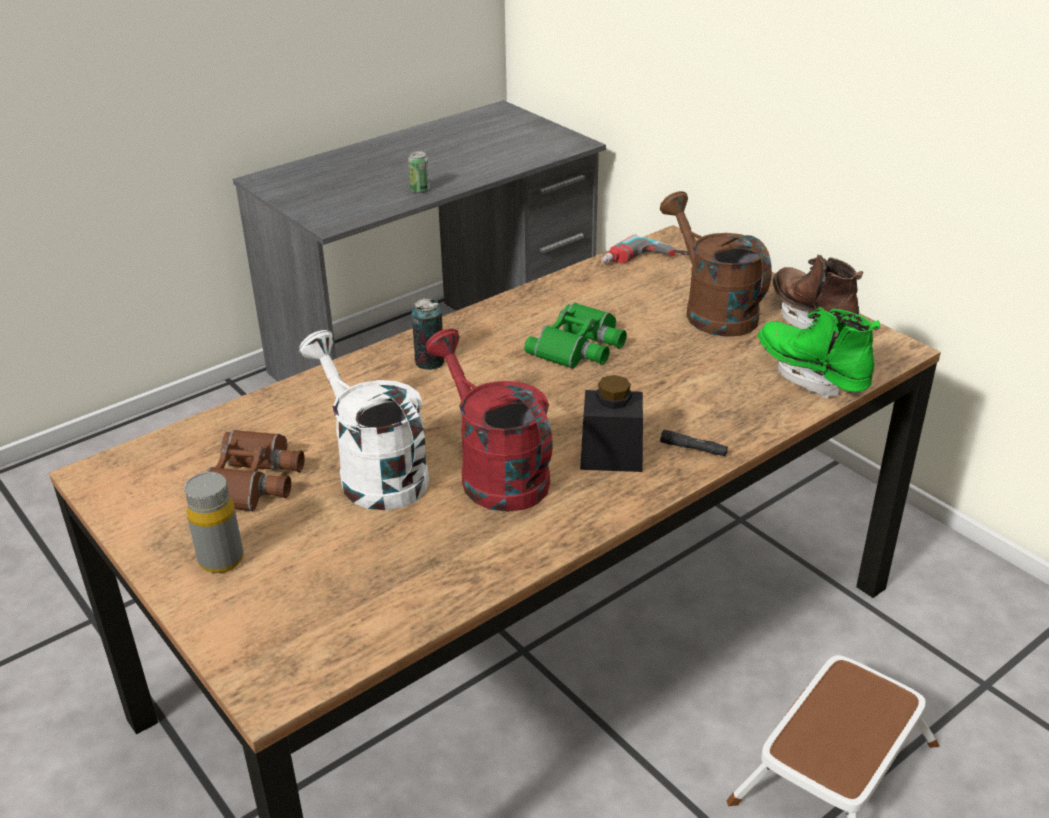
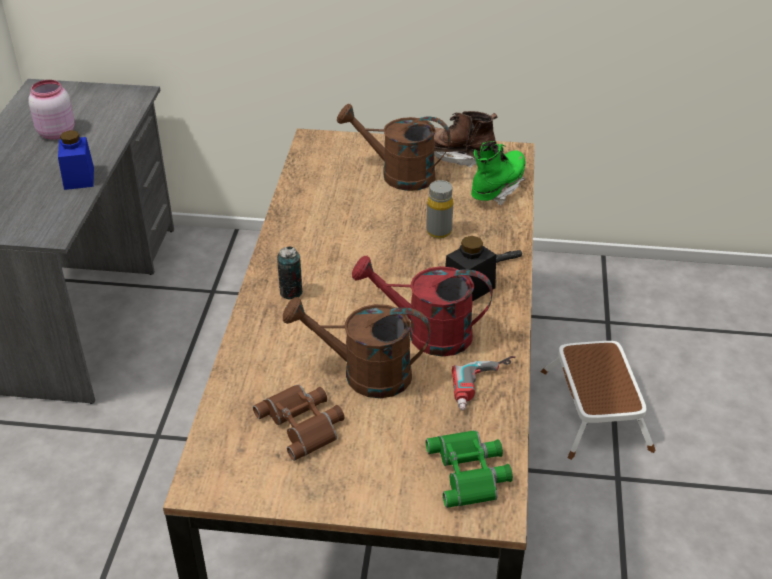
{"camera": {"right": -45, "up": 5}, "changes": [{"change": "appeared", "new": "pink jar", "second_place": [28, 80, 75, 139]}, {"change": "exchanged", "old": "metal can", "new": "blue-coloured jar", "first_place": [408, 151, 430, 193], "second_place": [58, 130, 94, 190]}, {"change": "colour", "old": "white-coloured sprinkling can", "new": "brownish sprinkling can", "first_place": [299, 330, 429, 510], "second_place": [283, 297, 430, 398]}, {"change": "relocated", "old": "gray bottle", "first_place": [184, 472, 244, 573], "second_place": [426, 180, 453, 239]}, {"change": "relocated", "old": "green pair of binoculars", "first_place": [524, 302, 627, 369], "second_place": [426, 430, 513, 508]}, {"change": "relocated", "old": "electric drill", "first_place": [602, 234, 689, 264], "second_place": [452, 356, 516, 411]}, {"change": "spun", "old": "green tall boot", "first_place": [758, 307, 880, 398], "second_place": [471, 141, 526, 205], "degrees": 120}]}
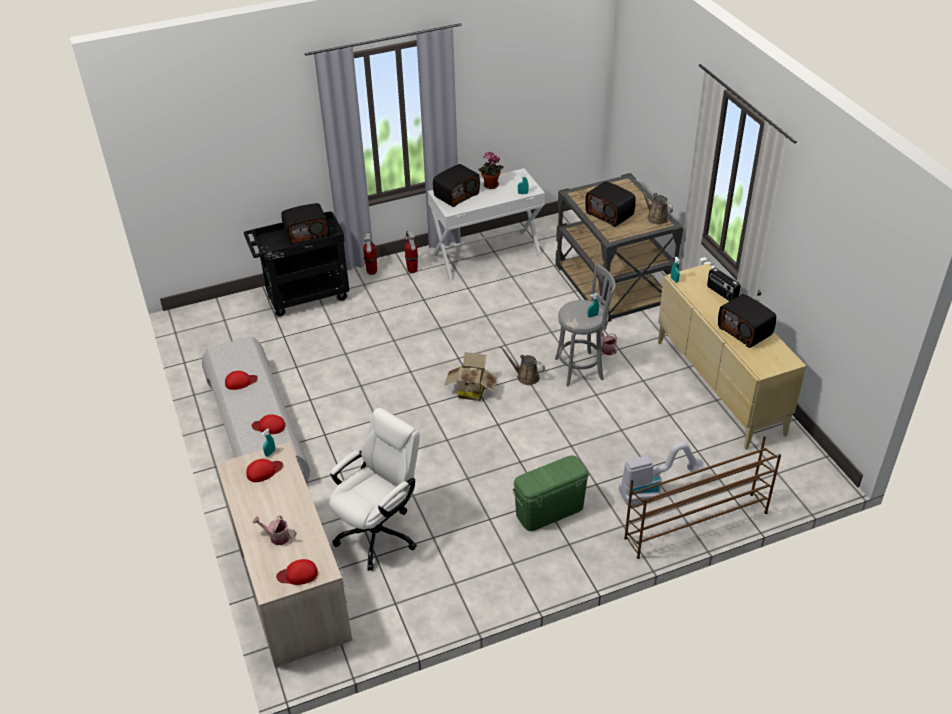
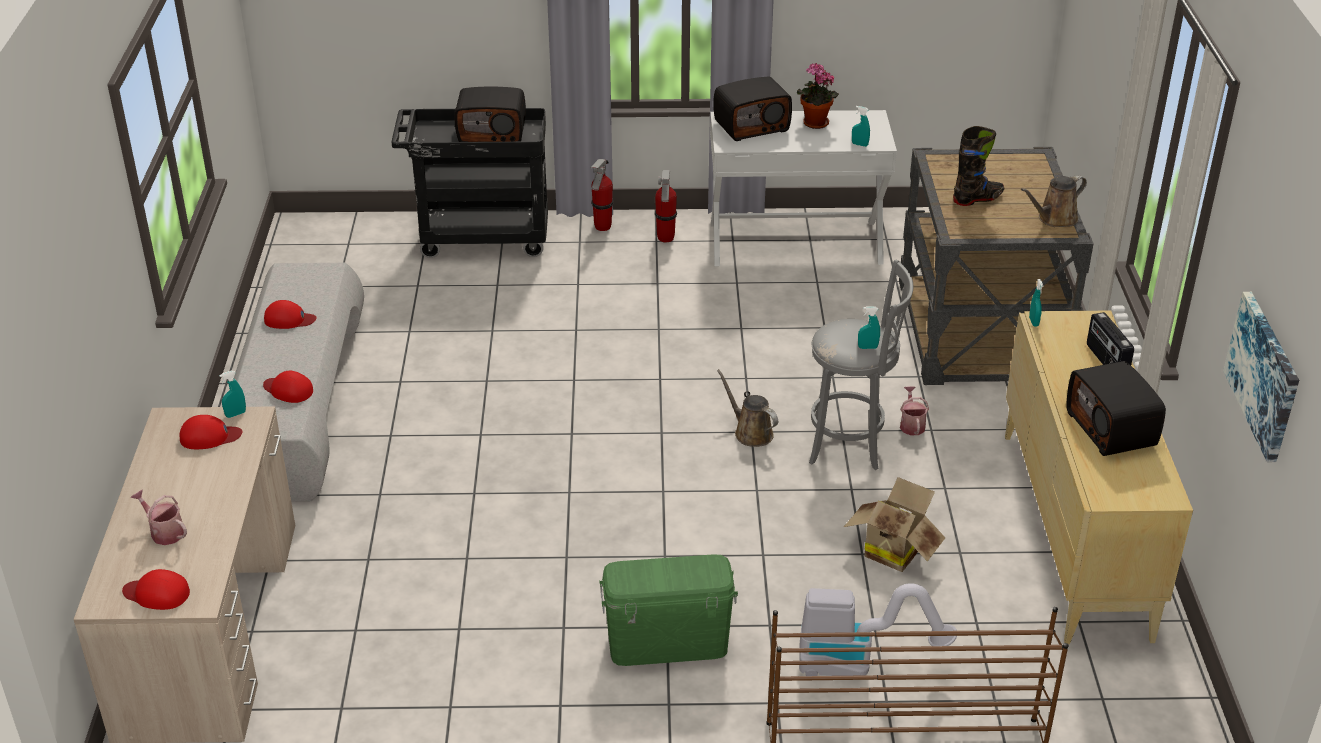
{"camera": {"right": 20, "up": -5}, "changes": [{"change": "relocated", "old": "cardboard box", "first_place": [444, 352, 498, 401], "second_place": [844, 477, 945, 572]}, {"change": "exchanged", "old": "radio receiver", "new": "black-coloured tall boot", "first_place": [585, 181, 636, 227], "second_place": [953, 126, 1004, 206]}, {"change": "spun", "old": "brownish sprinkling can", "first_place": [639, 181, 673, 224], "second_place": [1021, 175, 1087, 227], "degrees": -105}, {"change": "appeared", "new": "wall art", "second_place": [1223, 292, 1299, 462]}, {"change": "missing", "old": "white-coloured computer chair", "first_place": [329, 408, 420, 571]}]}
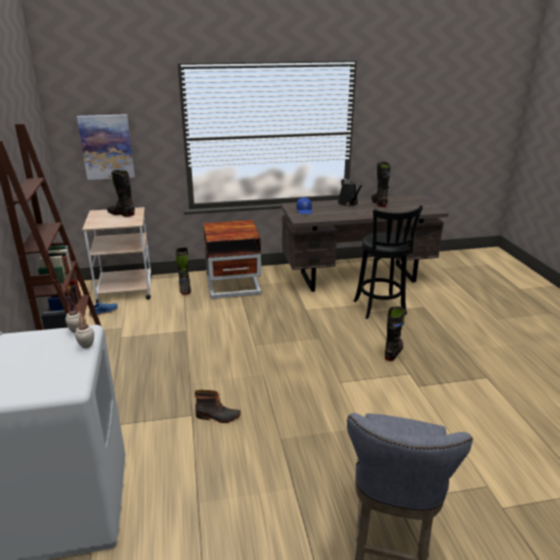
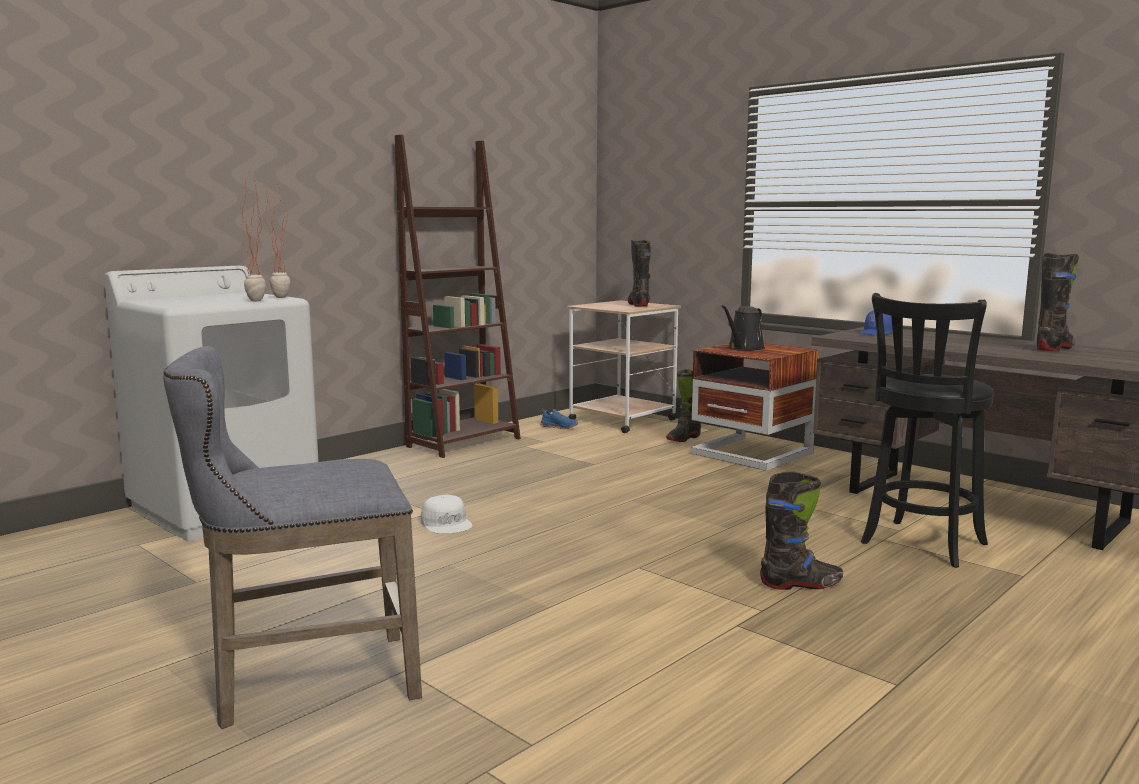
{"camera": {"right": 55, "up": -15}, "changes": [{"change": "exchanged", "old": "tall boot", "new": "white-coloured cap", "first_place": [195, 390, 241, 423], "second_place": [421, 495, 472, 534]}, {"change": "relocated", "old": "black-coloured sprinkling can", "first_place": [338, 179, 362, 206], "second_place": [721, 305, 765, 351]}, {"change": "missing", "old": "wall art", "first_place": [77, 114, 135, 180]}]}
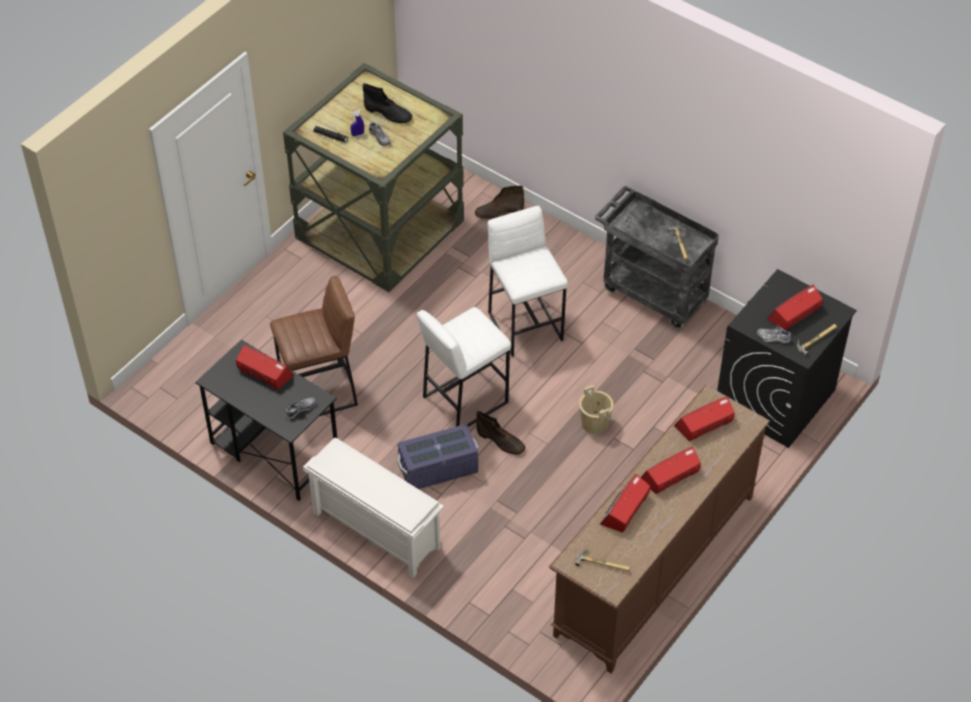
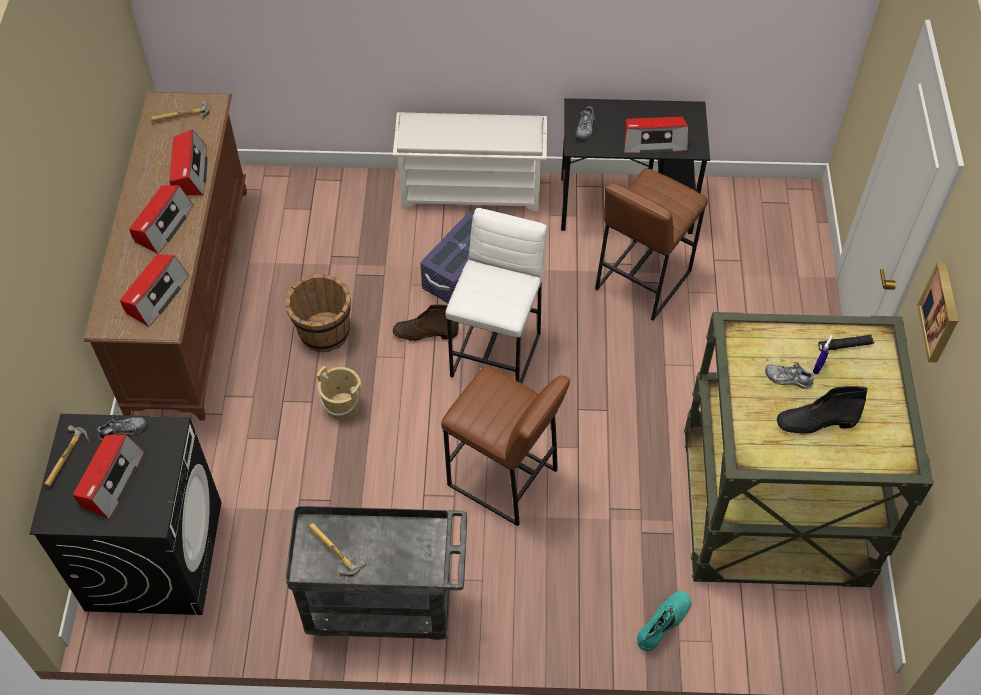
{"camera": {"right": 145, "up": 5}, "changes": [{"change": "appeared", "new": "brownish water bucket", "second_place": [285, 274, 351, 352]}, {"change": "colour", "old": "white-coloured sitting stool", "new": "brownish sitting stool", "first_place": [488, 206, 568, 357], "second_place": [441, 366, 570, 526]}, {"change": "colour", "old": "brownish tall boot", "new": "turquoise-coloured tall boot", "first_place": [475, 186, 524, 219], "second_place": [637, 591, 692, 651]}, {"change": "appeared", "new": "wall art", "second_place": [917, 262, 958, 362]}]}
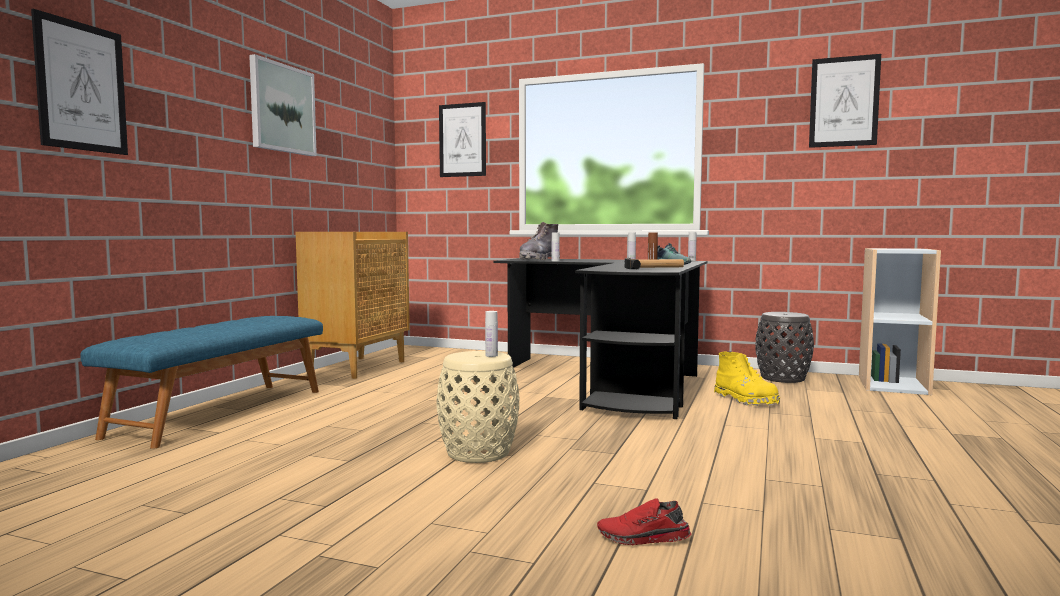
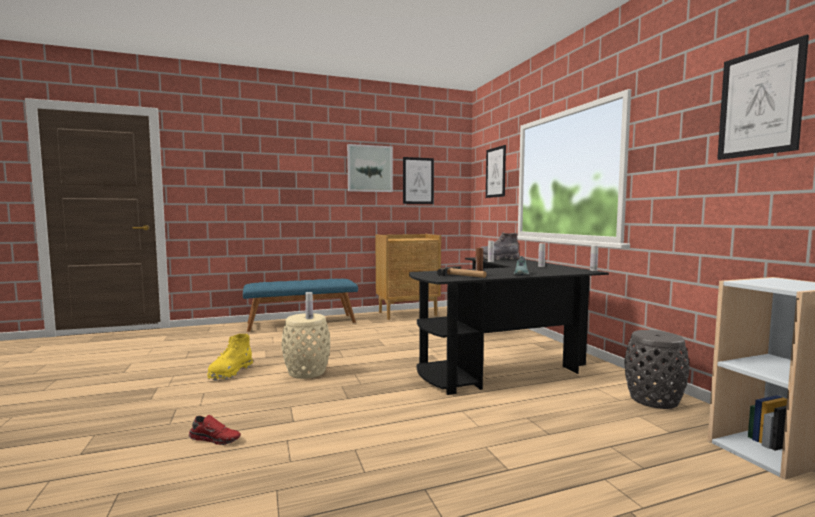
{"camera": {"right": 50, "up": 0}, "changes": [{"change": "spun", "old": "red-coloured low shoe", "first_place": [597, 498, 691, 545], "second_place": [189, 415, 241, 445], "degrees": 135}, {"change": "relocated", "old": "yellow-coloured tall boot", "first_place": [714, 351, 780, 406], "second_place": [207, 334, 253, 381]}, {"change": "relocated", "old": "wall art", "first_place": [31, 9, 128, 155], "second_place": [403, 157, 434, 204]}]}
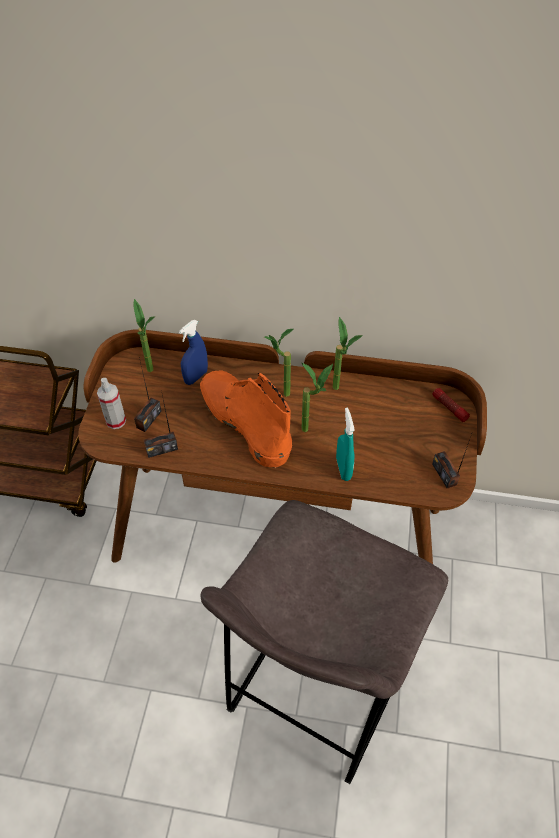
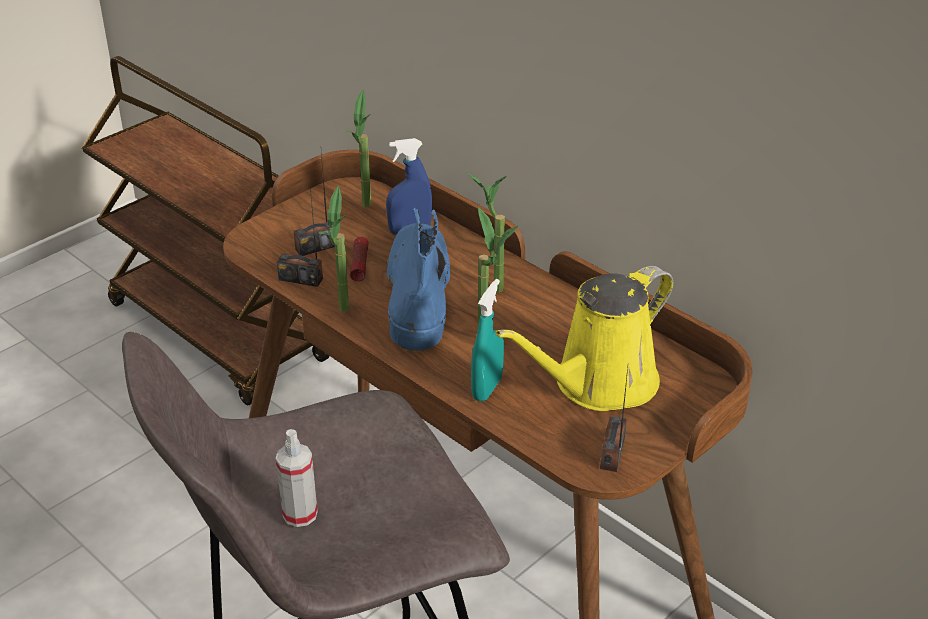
{"camera": {"right": 35, "up": -15}, "changes": [{"change": "relocated", "old": "hand sprayer", "first_place": [97, 378, 126, 429], "second_place": [276, 429, 318, 527]}, {"change": "relocated", "old": "potted plant", "first_place": [333, 317, 363, 390], "second_place": [319, 185, 349, 312]}, {"change": "relocated", "old": "flashlight", "first_place": [433, 388, 470, 422], "second_place": [350, 237, 368, 281]}, {"change": "colour", "old": "orangey tall boot", "new": "blue-coloured tall boot", "first_place": [200, 370, 292, 468], "second_place": [386, 208, 450, 351]}, {"change": "appeared", "new": "yellow-coloured sprinkling can", "second_place": [495, 266, 674, 411]}]}
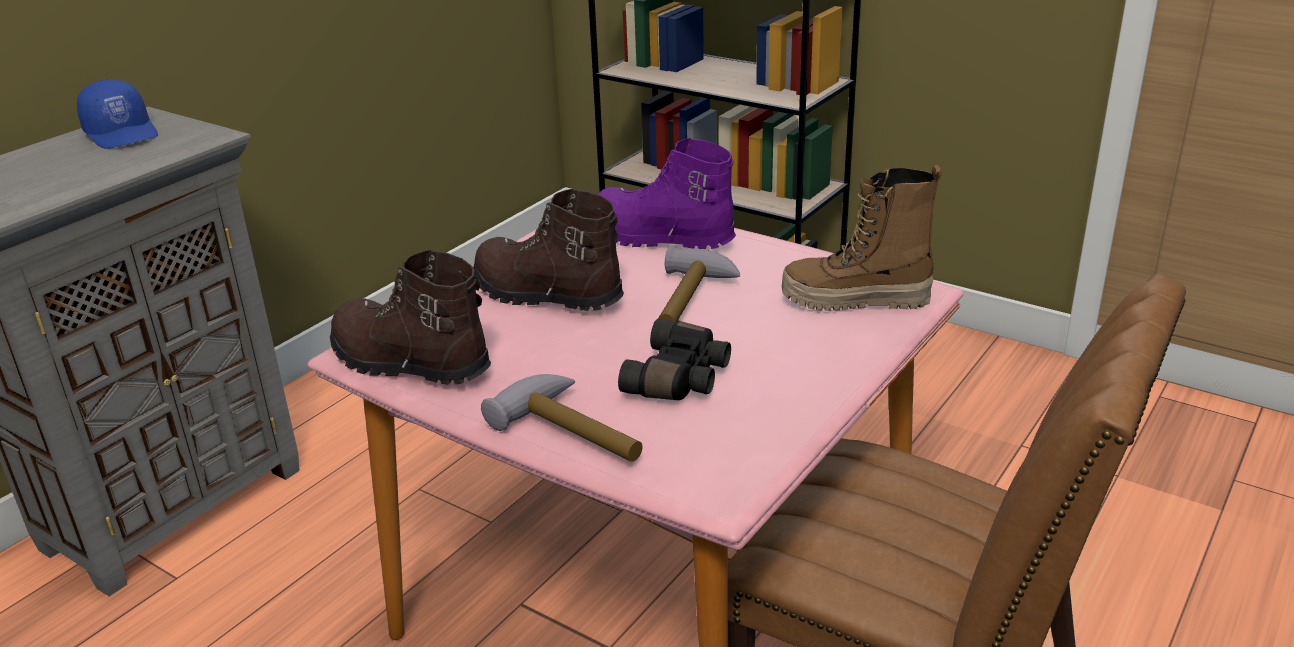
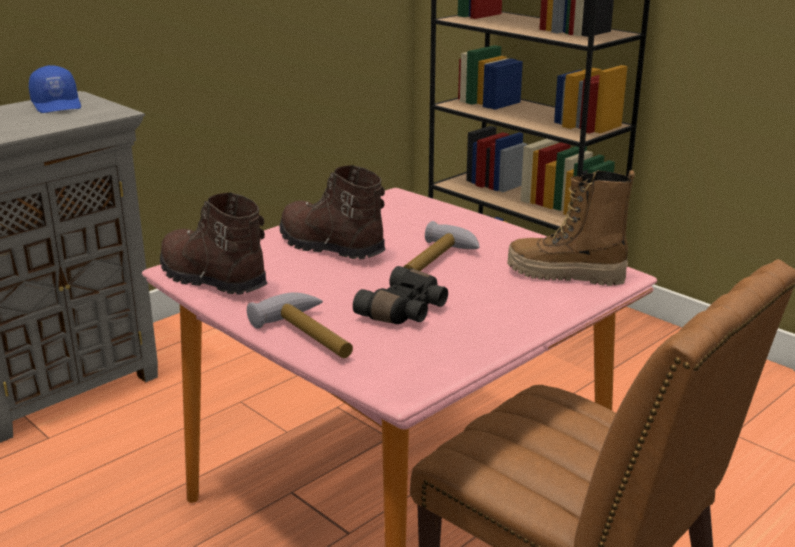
{"camera": {"right": 10, "up": -5}, "changes": [{"change": "missing", "old": "purple-coloured tall boot", "first_place": [598, 138, 736, 249]}]}
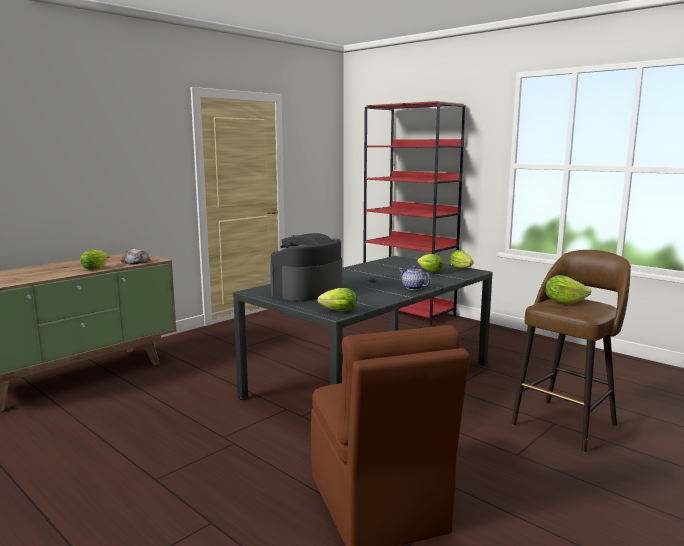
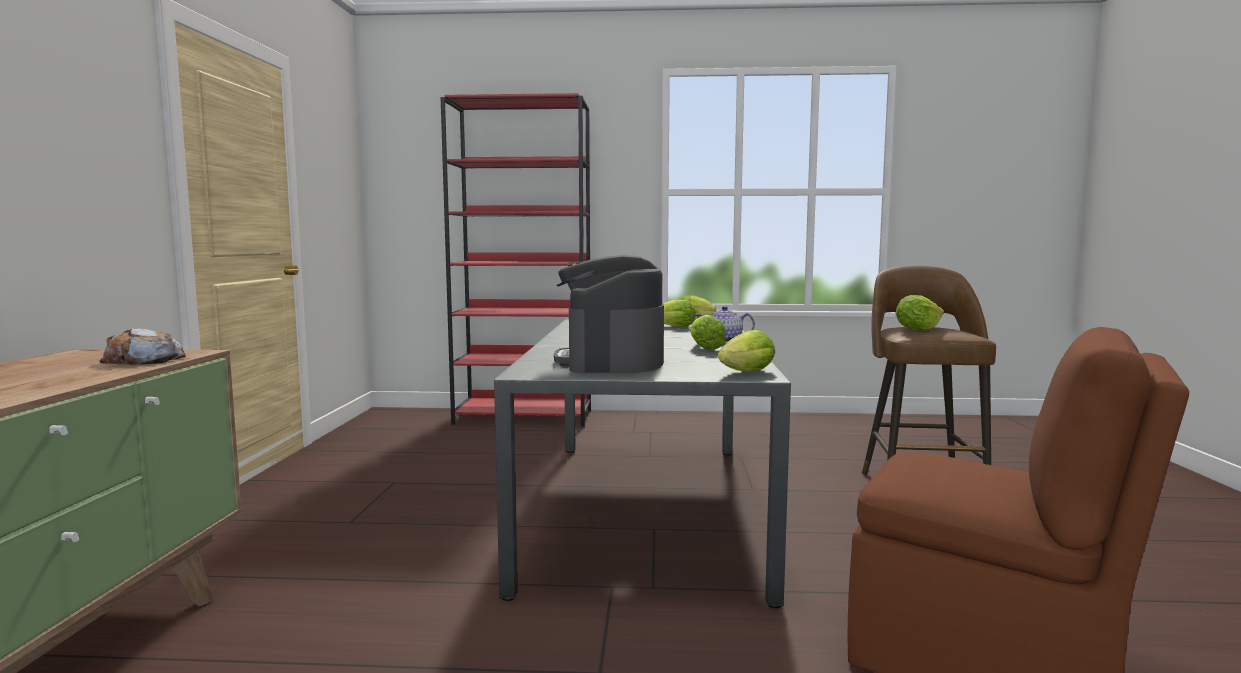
{"camera": {"right": -40, "up": -5}, "changes": [{"change": "relocated", "old": "lettuce", "first_place": [80, 250, 109, 270], "second_place": [690, 315, 726, 350]}]}
